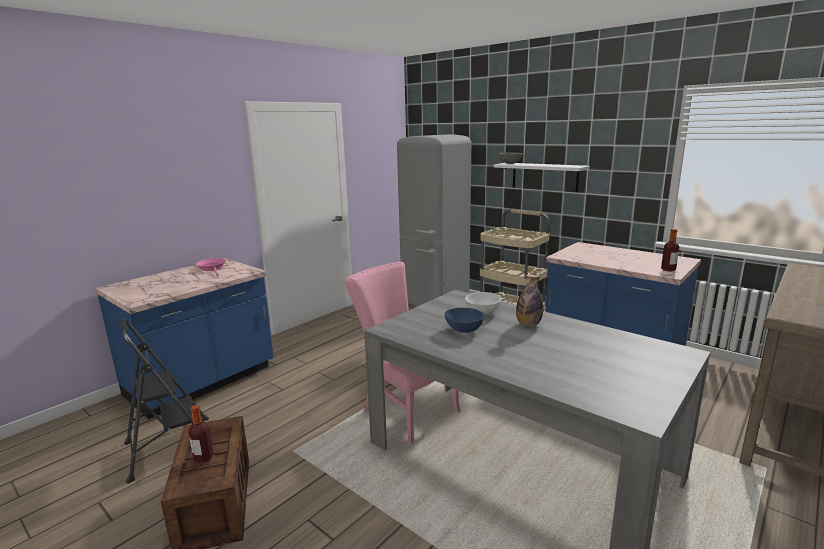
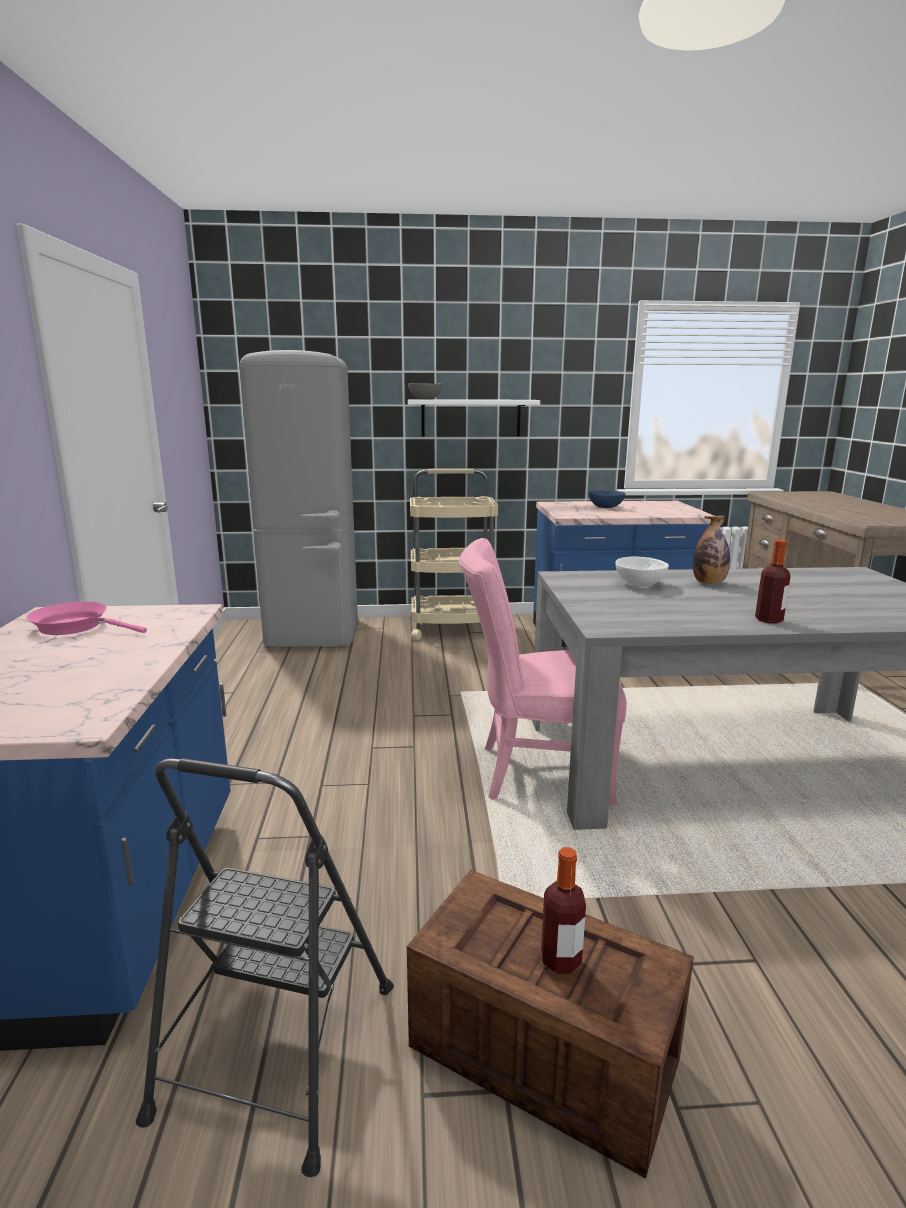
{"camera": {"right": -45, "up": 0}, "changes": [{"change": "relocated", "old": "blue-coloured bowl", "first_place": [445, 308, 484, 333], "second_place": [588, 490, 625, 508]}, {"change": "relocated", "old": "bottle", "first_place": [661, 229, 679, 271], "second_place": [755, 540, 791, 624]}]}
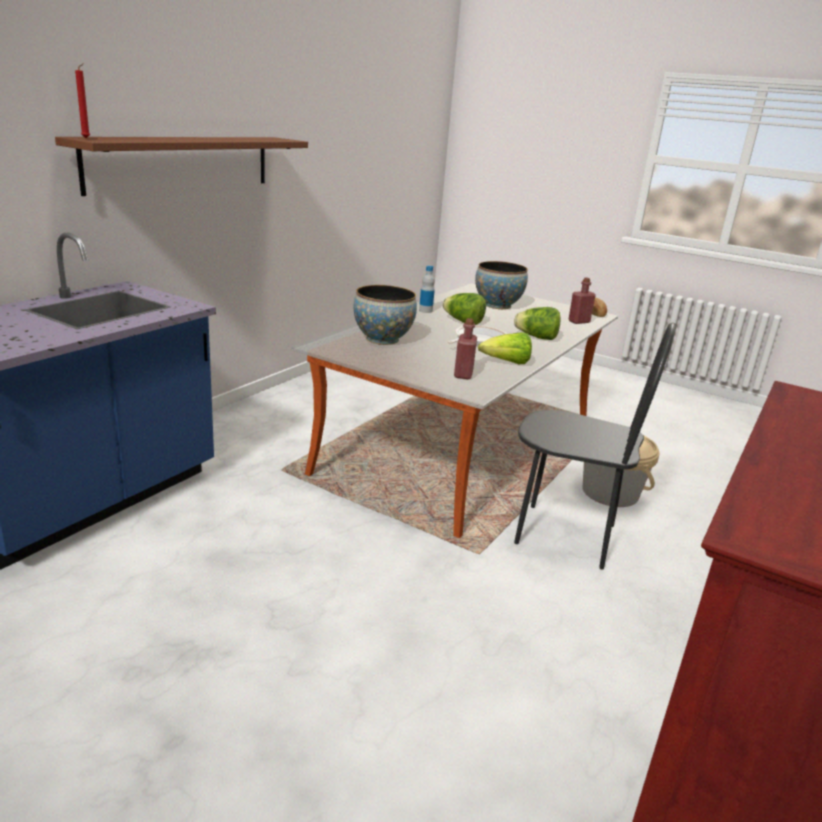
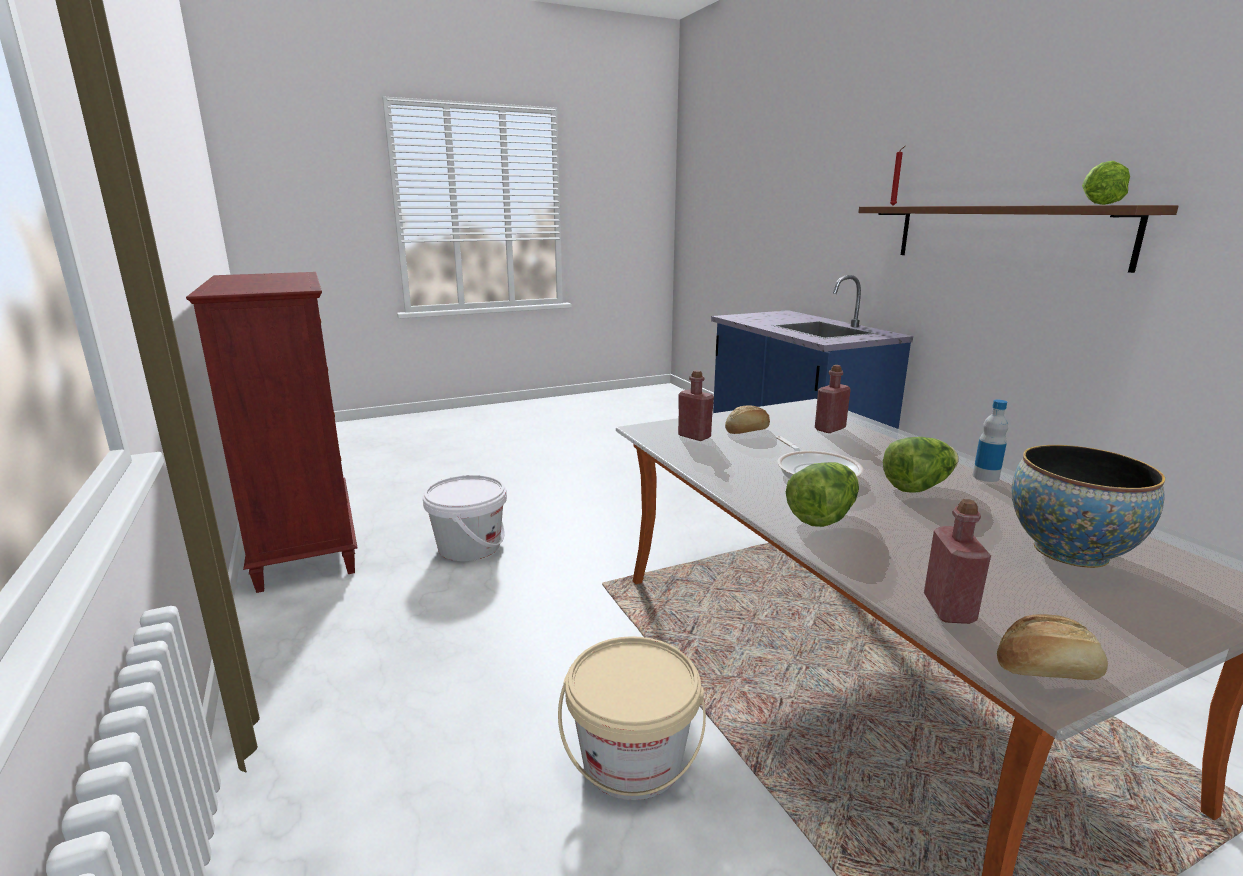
{"camera": {"right": 125, "up": -5}, "changes": [{"change": "appeared", "new": "white-coloured water bucket", "second_place": [423, 475, 507, 561]}, {"change": "appeared", "new": "bakery bread", "second_place": [725, 405, 770, 434]}, {"change": "exchanged", "old": "bowl", "new": "red-coloured bottle", "first_place": [354, 285, 417, 345], "second_place": [815, 365, 851, 433]}, {"change": "relocated", "old": "lettuce", "first_place": [478, 332, 532, 364], "second_place": [1082, 161, 1130, 205]}, {"change": "missing", "old": "black-coloured plain chair", "first_place": [514, 323, 676, 570]}]}
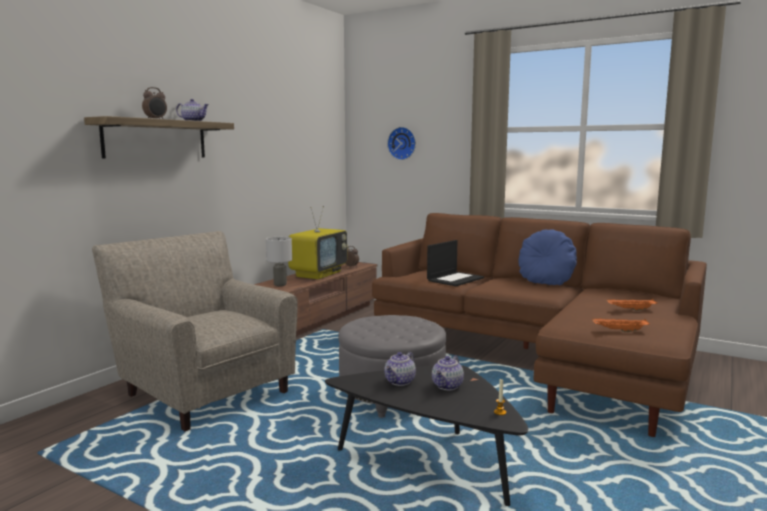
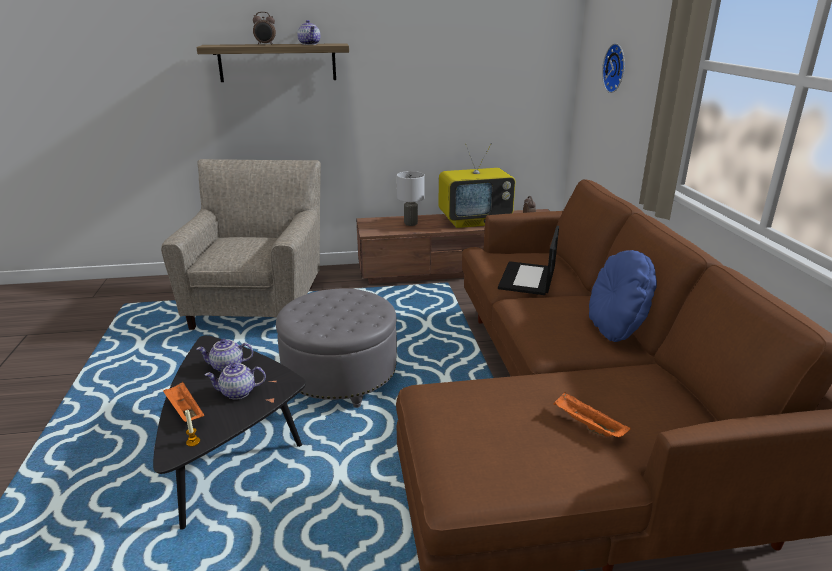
{"camera": {"right": 50, "up": 15}, "changes": [{"change": "relocated", "old": "orangey tray", "first_place": [592, 318, 650, 332], "second_place": [163, 382, 204, 422]}, {"change": "spun", "old": "portable computer", "first_place": [427, 240, 484, 286], "second_place": [498, 226, 559, 295], "degrees": 105}]}
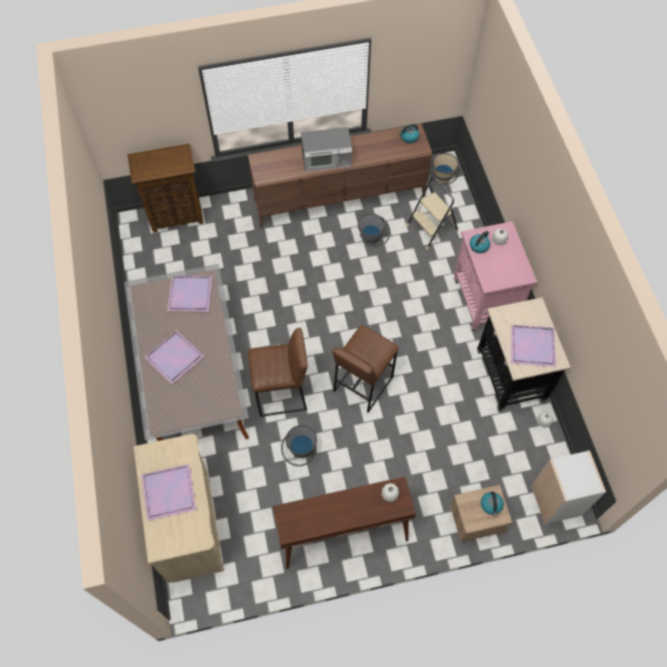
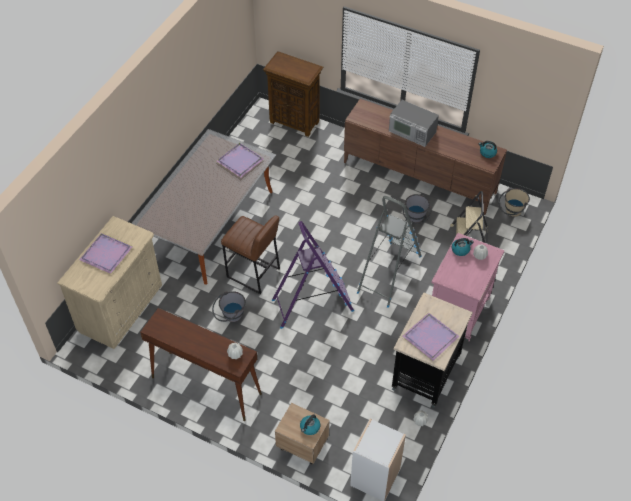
{"camera": {"right": 40, "up": -10}, "changes": [{"change": "exchanged", "old": "brownish sitting stool", "new": "purple-coloured step ladder", "first_place": [332, 325, 399, 413], "second_place": [272, 221, 354, 329]}, {"change": "appeared", "new": "gray step ladder", "second_place": [357, 196, 422, 308]}, {"change": "missing", "old": "purple-coloured tray", "first_place": [144, 330, 205, 384]}]}
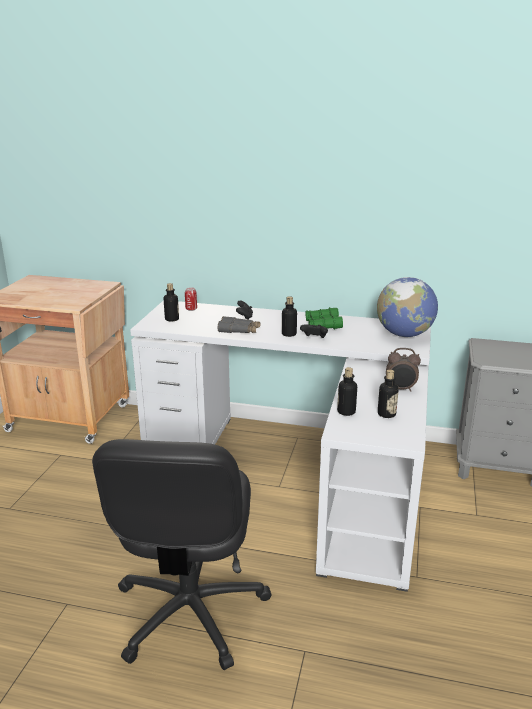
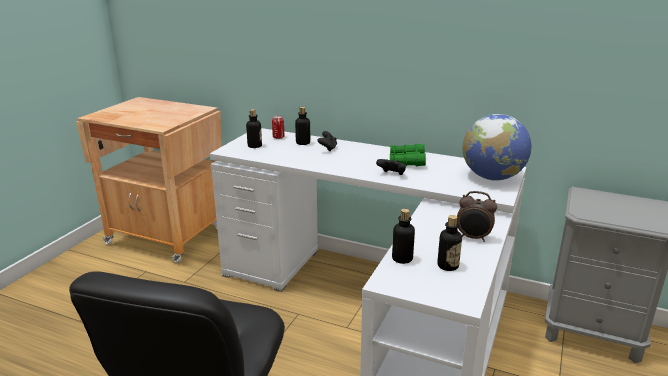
{"camera": {"right": 10, "up": 0}, "changes": [{"change": "relocated", "old": "bottle", "first_place": [282, 296, 297, 337], "second_place": [295, 107, 310, 145]}, {"change": "missing", "old": "gray pair of binoculars", "first_place": [218, 316, 260, 333]}]}
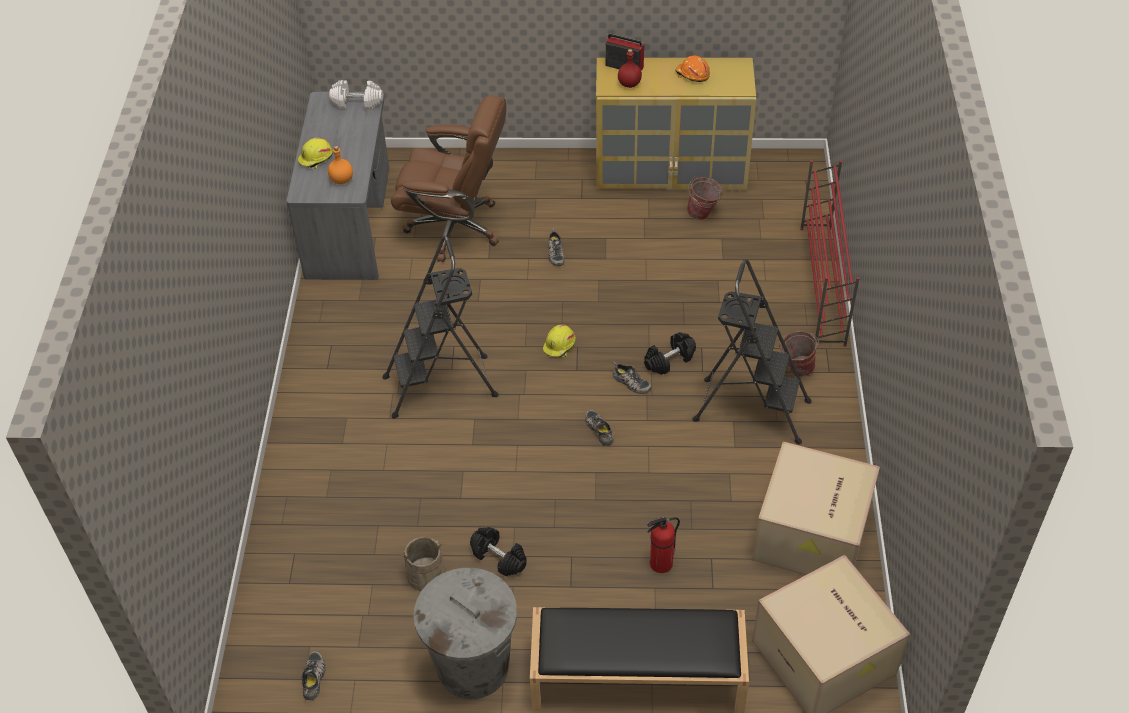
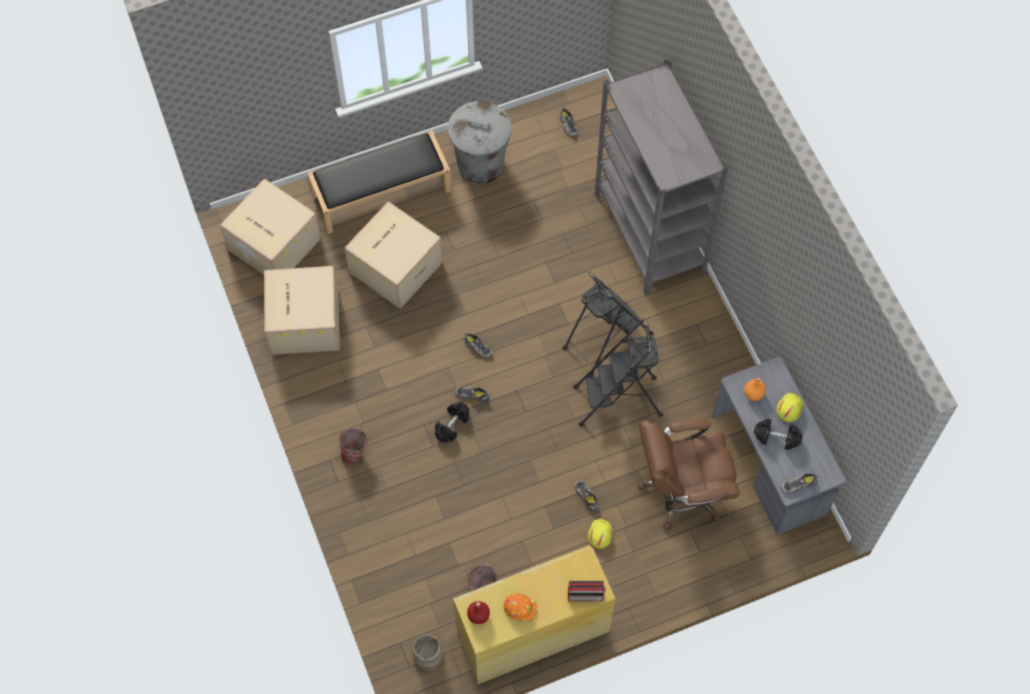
{"camera": {"right": 155, "up": 15}, "changes": [{"change": "exchanged", "old": "fire extinguisher", "new": "cardboard box", "first_place": [647, 517, 680, 573], "second_place": [344, 201, 443, 309]}, {"change": "relocated", "old": "beige-coloured water bucket", "first_place": [401, 537, 446, 591], "second_place": [412, 634, 443, 671]}, {"change": "relocated", "old": "red-coloured bottle", "first_place": [618, 49, 642, 88], "second_place": [467, 601, 490, 624]}, {"change": "relocated", "old": "step ladder", "first_place": [692, 259, 812, 444], "second_place": [573, 319, 663, 426]}, {"change": "relocated", "old": "yellow-coloured safety helmet", "first_place": [542, 325, 576, 357], "second_place": [588, 519, 612, 549]}, {"change": "appeared", "new": "gray shelving unit", "second_place": [595, 58, 728, 296]}, {"change": "relocated", "old": "black-coloured free weight", "first_place": [470, 527, 527, 576], "second_place": [754, 419, 803, 450]}, {"change": "exchanged", "old": "white-coloured free weight", "new": "low shoe", "first_place": [329, 80, 383, 110], "second_place": [781, 474, 820, 494]}, {"change": "missing", "old": "red-coloured shoe stand", "first_place": [800, 160, 860, 347]}]}
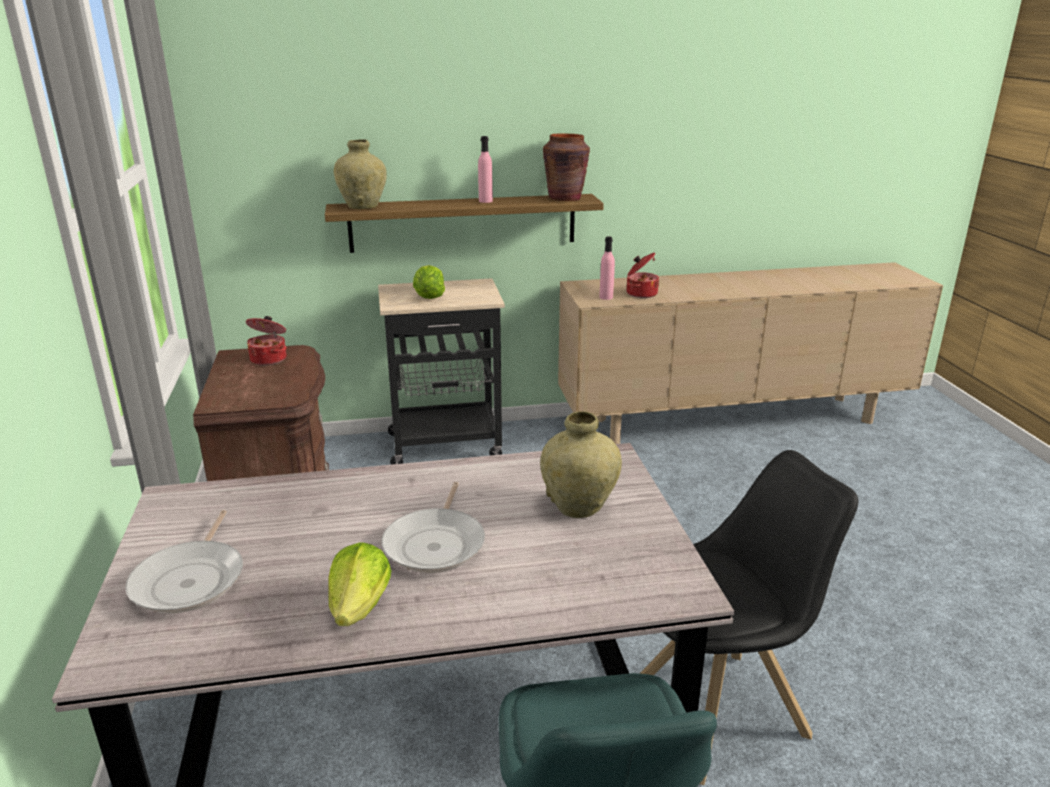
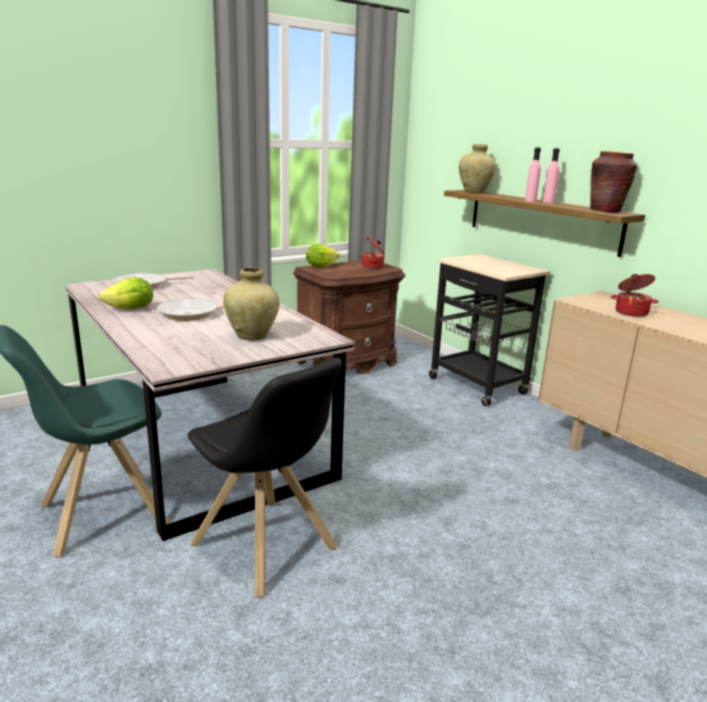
{"camera": {"right": 65, "up": -5}, "changes": [{"change": "relocated", "old": "lettuce", "first_place": [413, 265, 445, 299], "second_place": [306, 244, 340, 267]}, {"change": "relocated", "old": "pink bottle", "first_place": [599, 236, 615, 300], "second_place": [525, 147, 541, 202]}]}
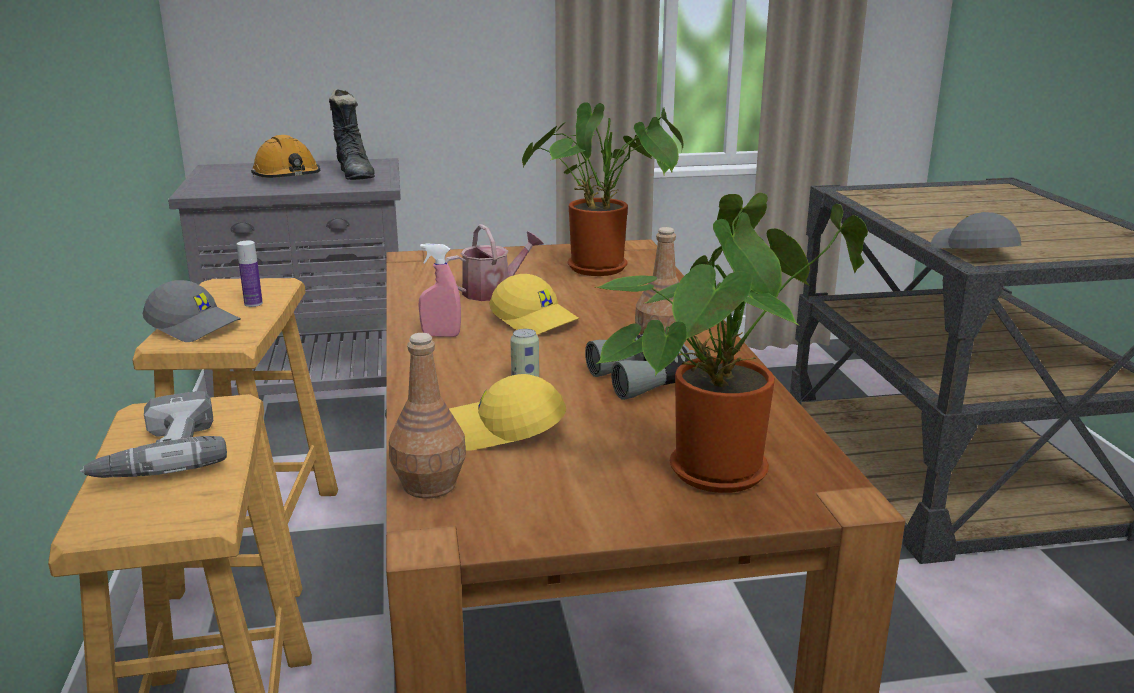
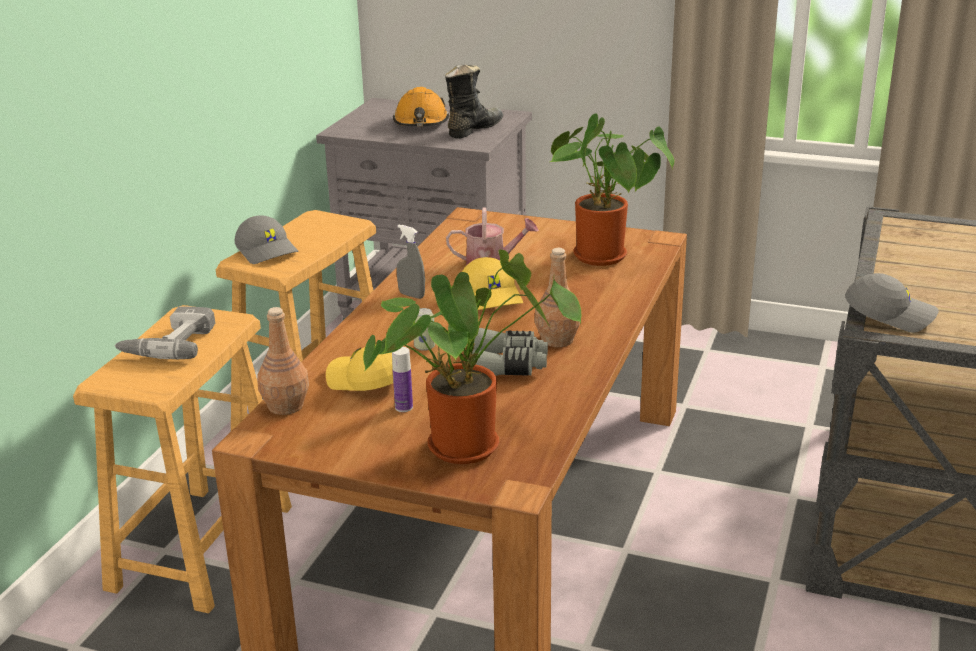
{"camera": {"right": 30, "up": 5}, "changes": [{"change": "relocated", "old": "bottle", "first_place": [237, 241, 263, 307], "second_place": [392, 347, 413, 412]}, {"change": "colour", "old": "pink hand sprayer", "new": "gray hand sprayer", "first_place": [418, 243, 461, 337], "second_place": [397, 225, 425, 299]}, {"change": "spun", "old": "black-coloured tall boot", "first_place": [329, 89, 375, 180], "second_place": [445, 65, 503, 138], "degrees": -150}, {"change": "spun", "old": "gray cap", "first_place": [931, 212, 1021, 249], "second_place": [845, 273, 939, 333], "degrees": 90}]}
